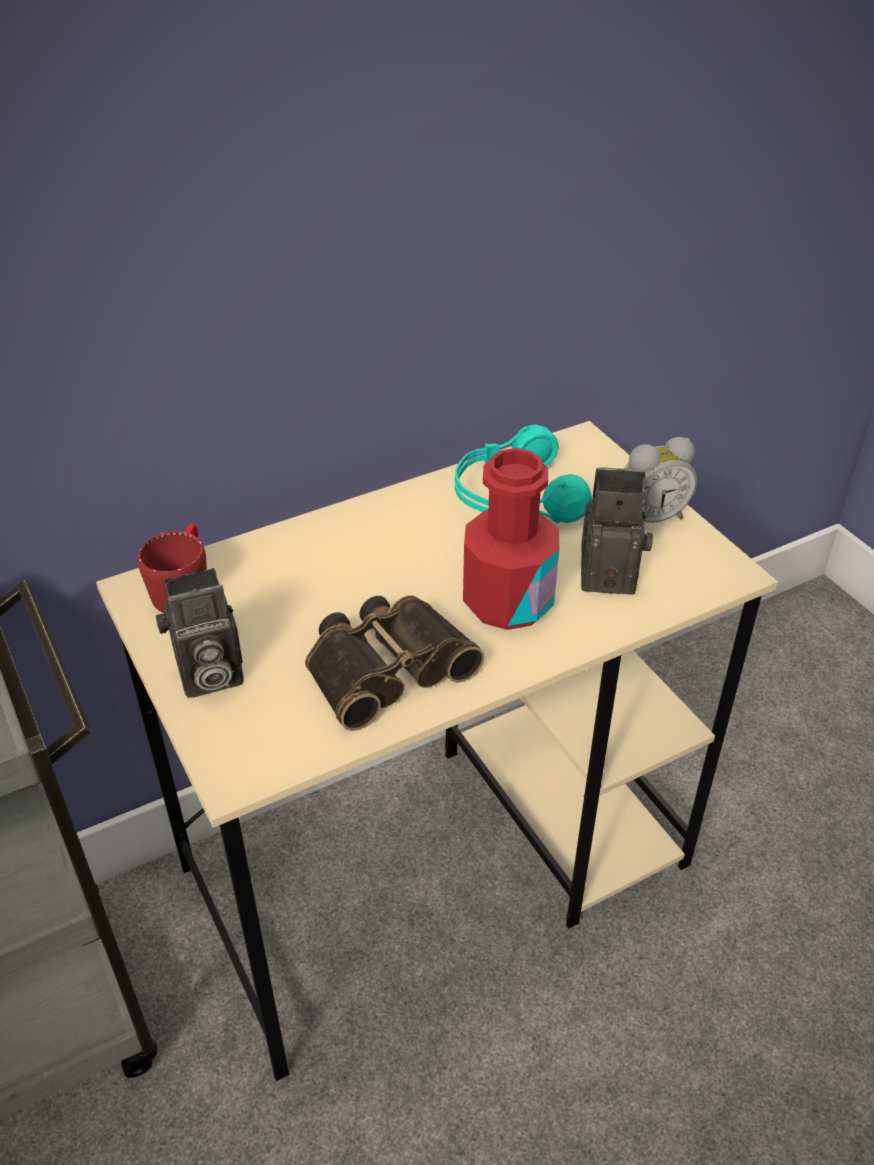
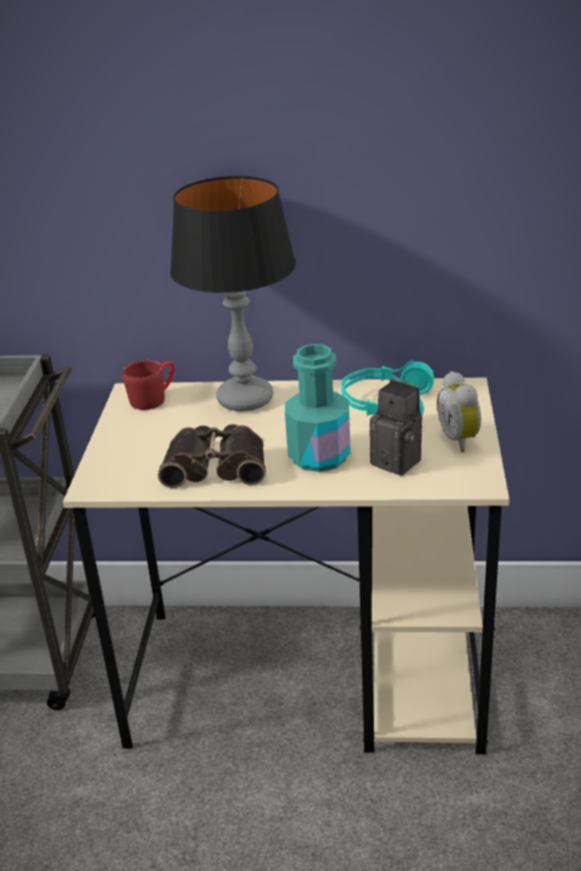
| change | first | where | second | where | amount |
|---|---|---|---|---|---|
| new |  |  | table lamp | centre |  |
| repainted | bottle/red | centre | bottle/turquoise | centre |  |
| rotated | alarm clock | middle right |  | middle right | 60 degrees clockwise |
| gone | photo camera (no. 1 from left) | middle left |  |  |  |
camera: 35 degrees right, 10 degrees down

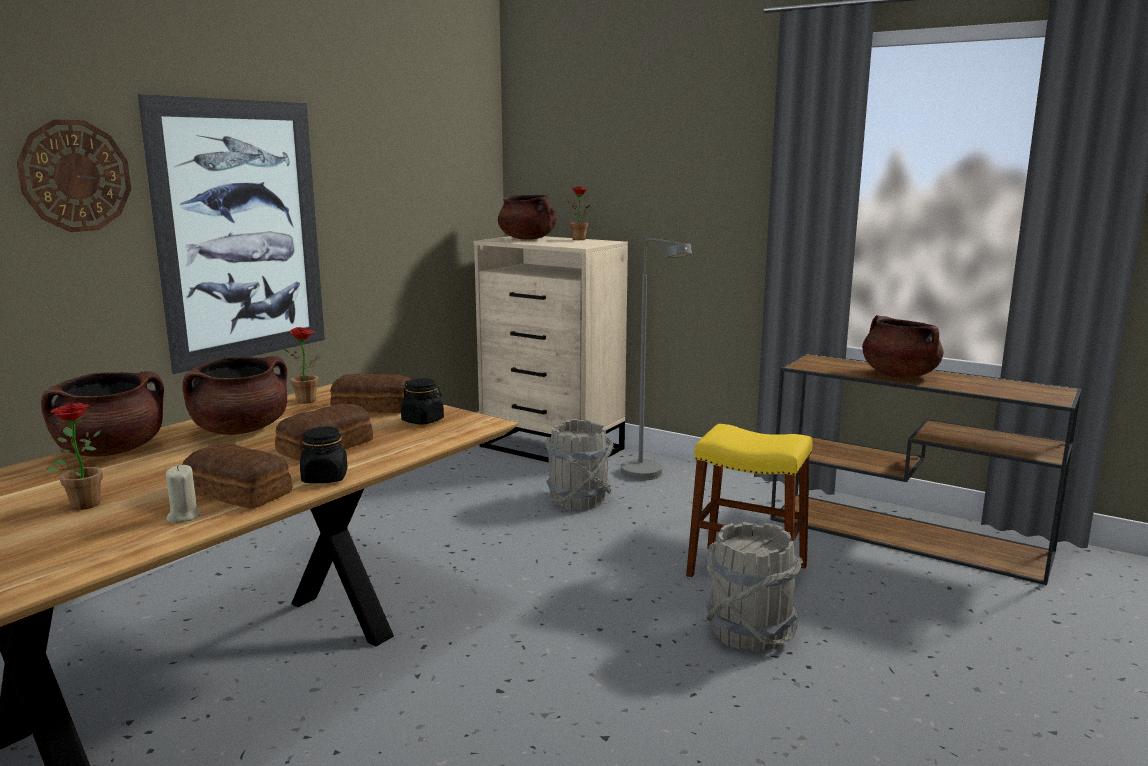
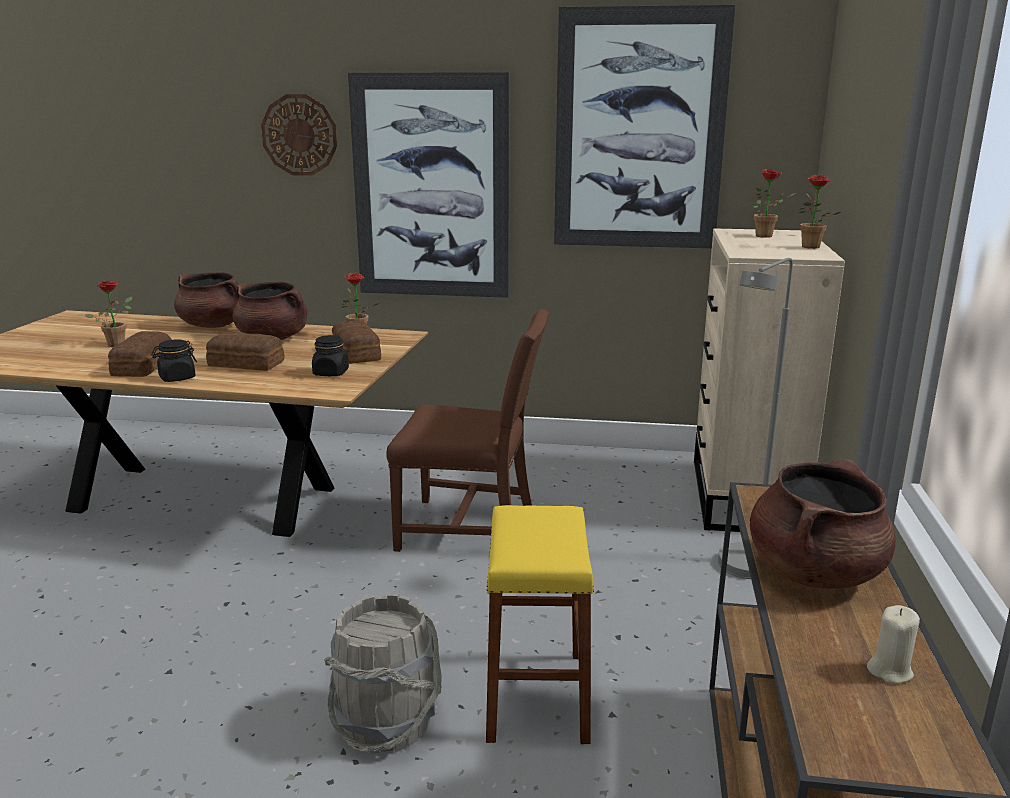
| change | first | where | second | where | amount |
|---|---|---|---|---|---|
| new |  |  | chair/brown | centre |  |
| new |  |  | picture (no. 2 from left) | top centre |  |
| swapped | cooking pot/brown (no. 3 from left) | top centre | potted plant (no. 3 from left) | top right |  |
| shifted | candle/beige | middle left |  | bottom right |  |
| gone | bucket/grey (no. 1 from left) | centre |  |  |  |
camera: 65 degrees right, 5 degrees up

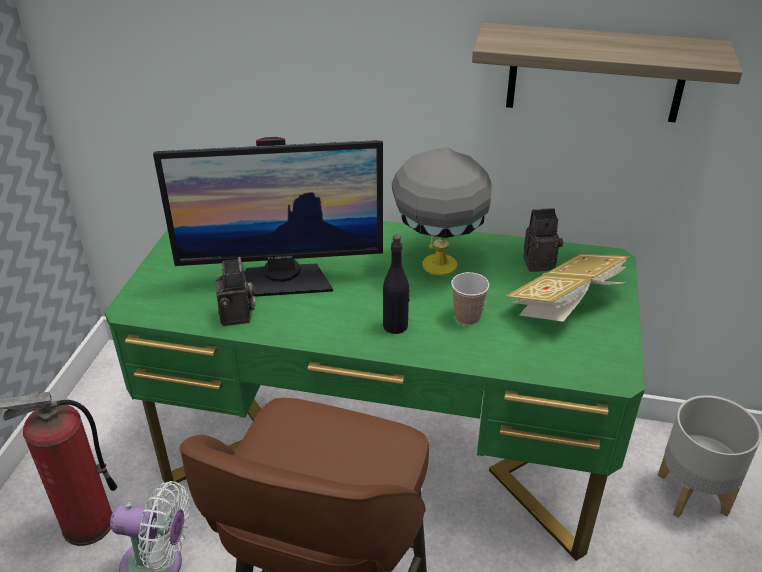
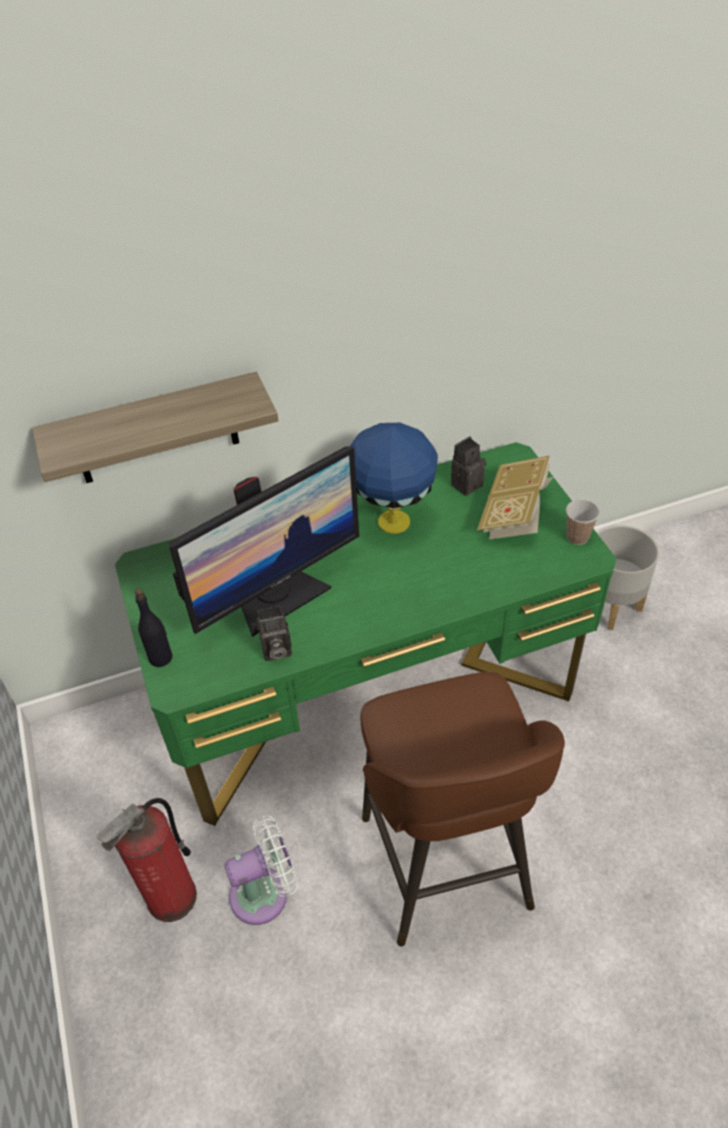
| change | first | where | second | where | amount |
|---|---|---|---|---|---|
| shifted | shelf | top right |  | middle left |  |
| shifted | bottle/black | centre |  | middle left |  |
| rotated | photo camera (no. 1 from left) | middle left |  | centre | 120 degrees clockwise |
| repainted | table lamp/grey | centre | table lamp/blue | centre |  |
| shifted | cup | centre |  | middle right |  |
camera: 30 degrees left, 10 degrees up

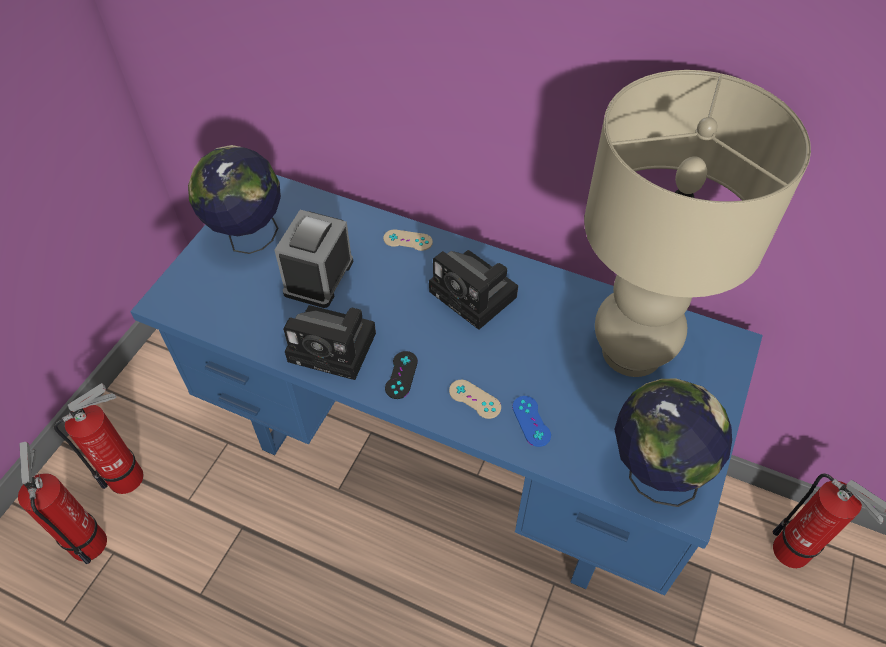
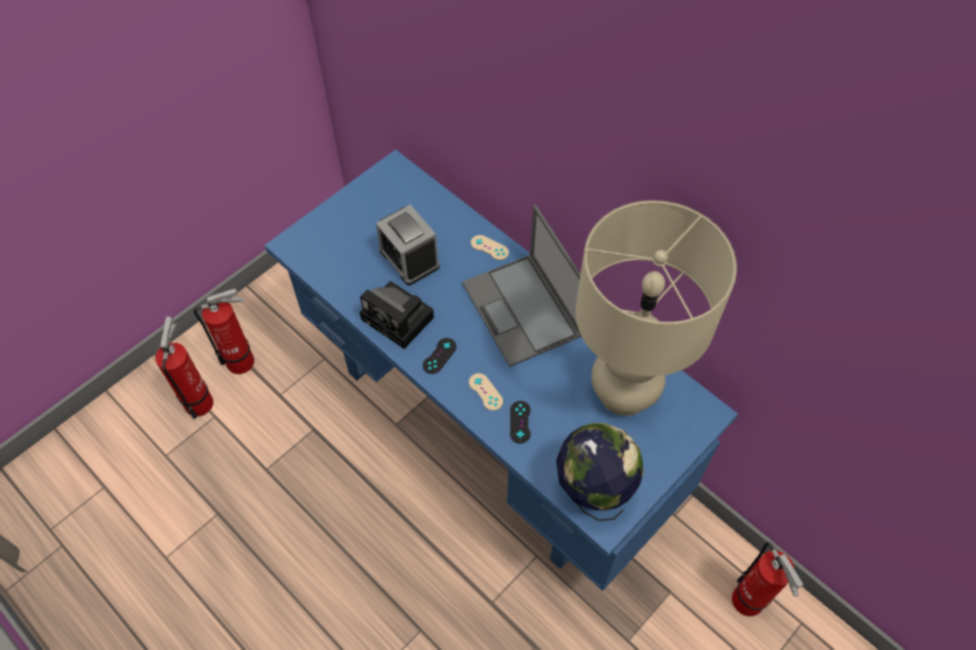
| change | first | where | second | where | amount |
|---|---|---|---|---|---|
| rotated | alarm clock | centre |  | centre | 75 degrees counterclockwise |
| swapped | photo camera (no. 2 from left) | centre | laptop | centre |  |
| repainted | game controller/blue | centre | game controller/black (no. 2 from left) | centre |  |
| gone | globe (no. 1 from left) | top left |  |  |  |
camera: 20 degrees right, 5 degrees up

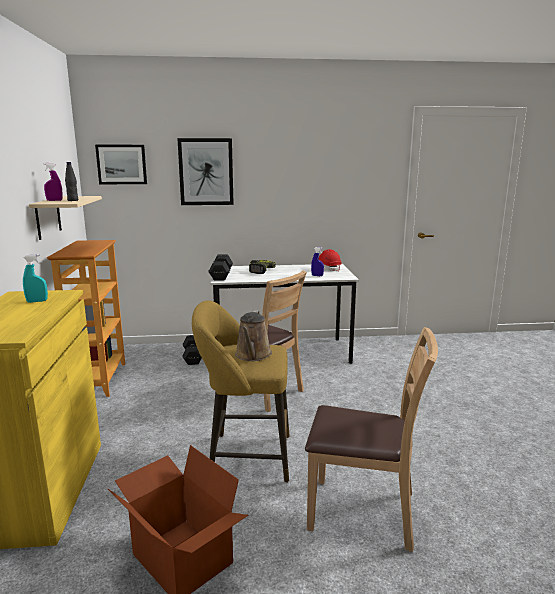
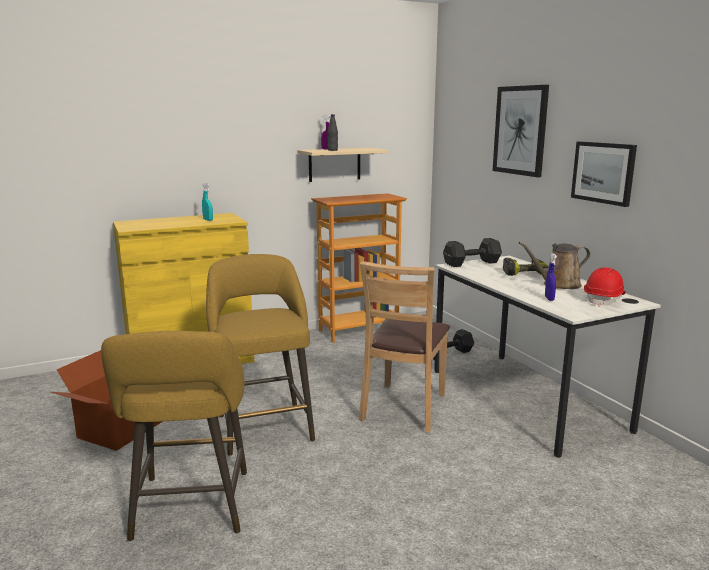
| change | first | where | second | where | amount |
|---|---|---|---|---|---|
| swapped | chair/brown (no. 2 from left) | bottom right | stool/yellow (no. 1 from left) | bottom left |  |
| shifted | watering can/brown | centre |  | middle right |  |
| shifted | picture (no. 1 from left in the first image) | top left | picture (no. 2 from left) | top right |  |
camera: 70 degrees right, 0 degrees up

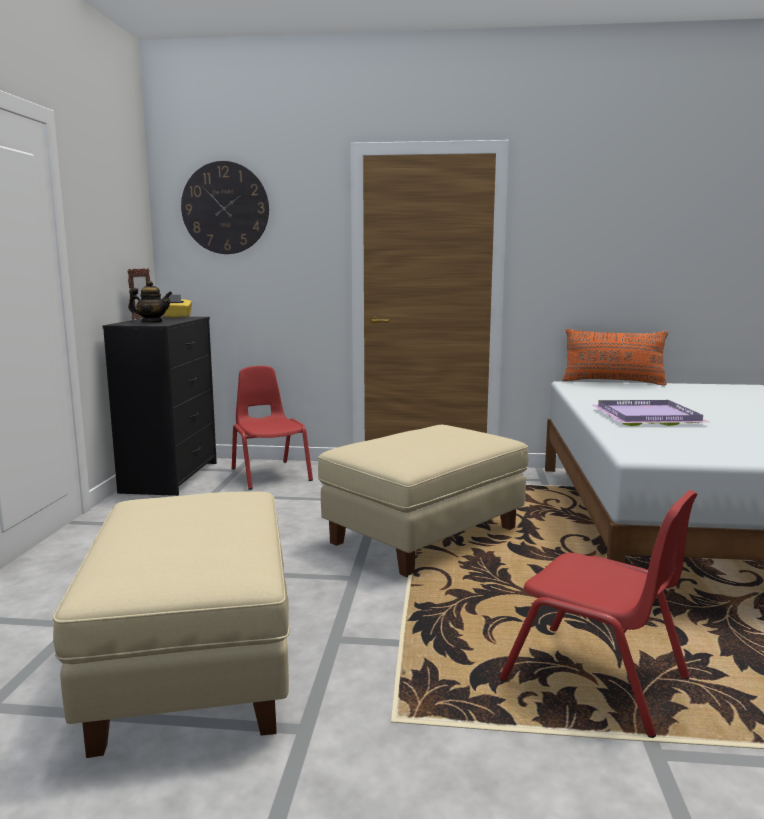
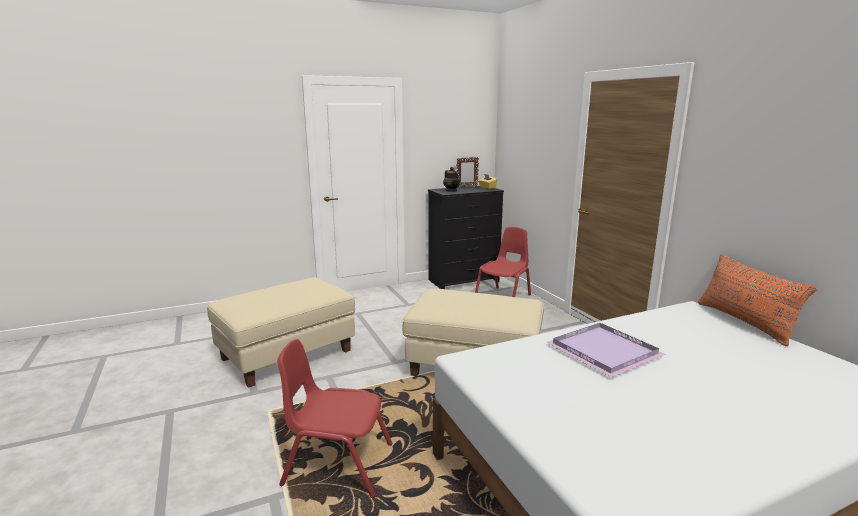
| change | first | where | second | where | amount |
|---|---|---|---|---|---|
| rotated | chair/red (no. 2 from left in the first image) | bottom right | chair/red (no. 1 from left) | bottom centre | 90 degrees clockwise |
| gone | wall clock | top left |  |  |  |
camera: 60 degrees right, 5 degrees up

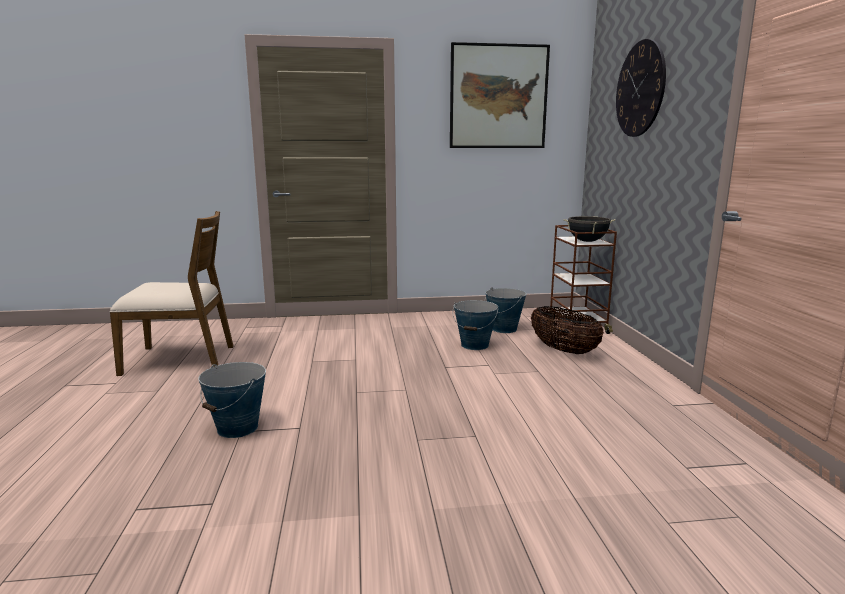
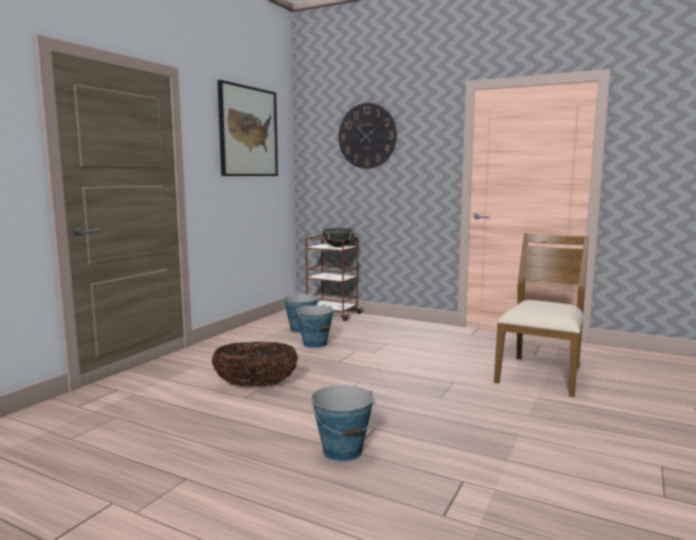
| change | first | where | second | where | amount |
|---|---|---|---|---|---|
| shifted | basket | middle right |  | bottom centre |  |
| shifted | chair/brown | middle left |  | middle right |  |
camera: 55 degrees left, 5 degrees down

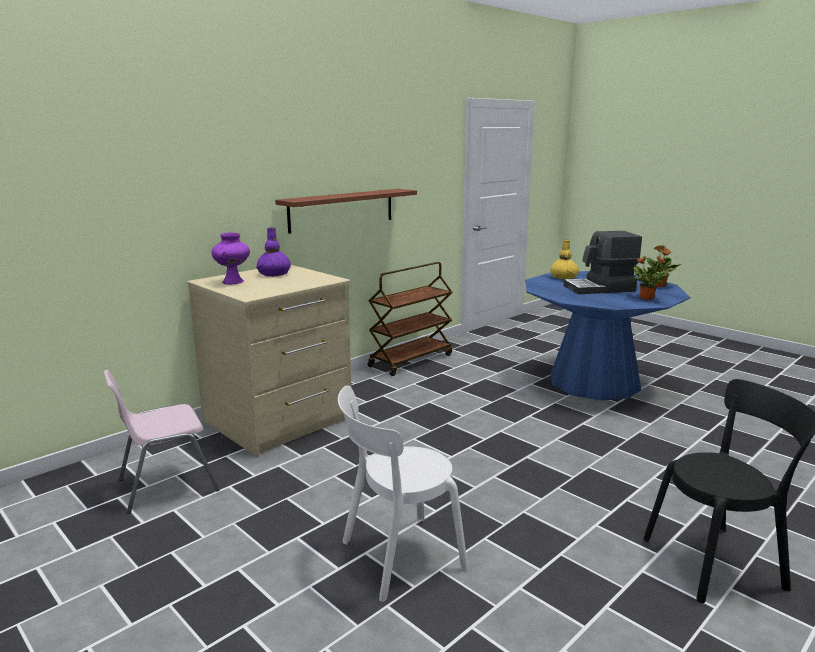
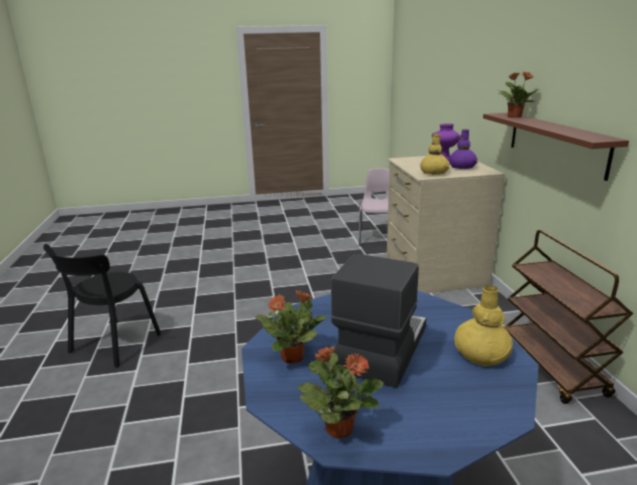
| change | first | where | second | where | amount |
|---|---|---|---|---|---|
| new |  |  | vase/yellow (no. 1 from left) | top right |  |
| new |  |  | potted plant (no. 3 from left) | top right |  |
| gone | chair/white | bottom centre |  |  |  |
camera: 125 degrees right, 5 degrees up

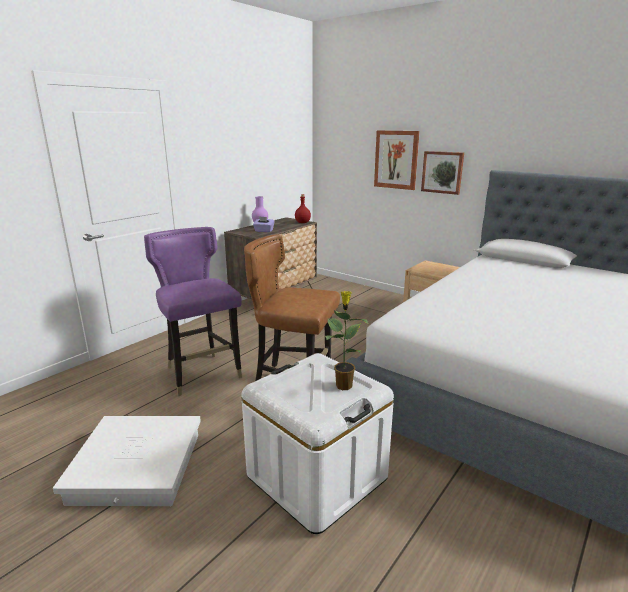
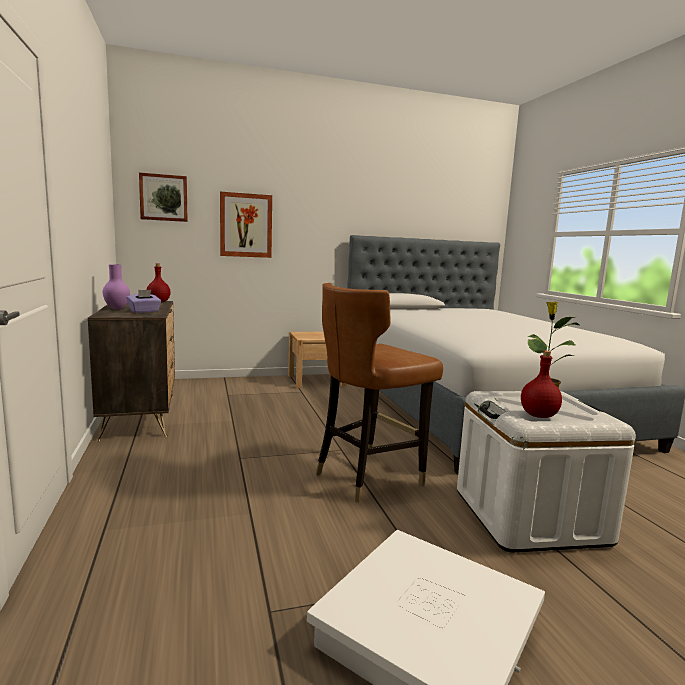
| change | first | where | second | where | amount |
|---|---|---|---|---|---|
| shifted | picture (no. 2 from left in the first image) | top right | picture (no. 1 from left) | top left |  |
| new |  |  | bottle/red (no. 2 from left) | middle right |  |
| gone | chair/purple | middle left |  |  |  |
camera: 55 degrees left, 10 degrees down

